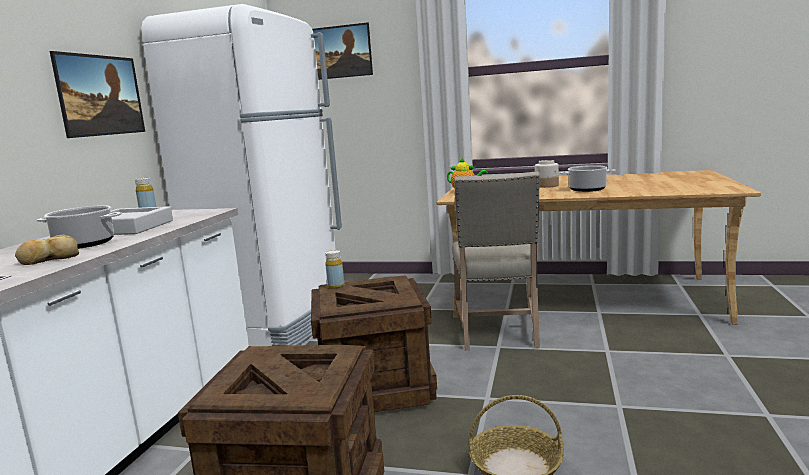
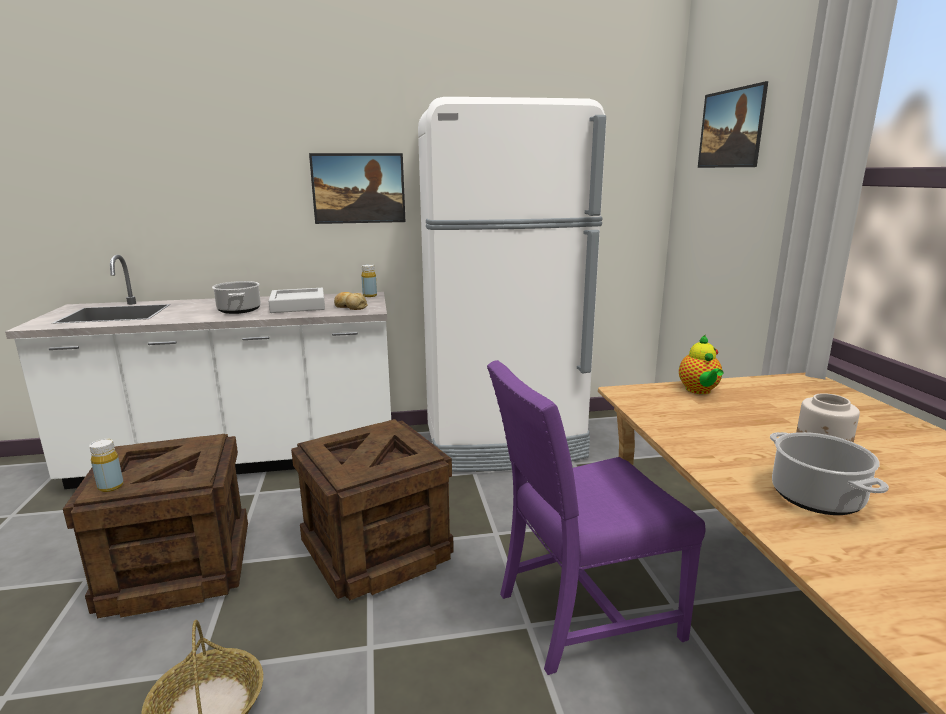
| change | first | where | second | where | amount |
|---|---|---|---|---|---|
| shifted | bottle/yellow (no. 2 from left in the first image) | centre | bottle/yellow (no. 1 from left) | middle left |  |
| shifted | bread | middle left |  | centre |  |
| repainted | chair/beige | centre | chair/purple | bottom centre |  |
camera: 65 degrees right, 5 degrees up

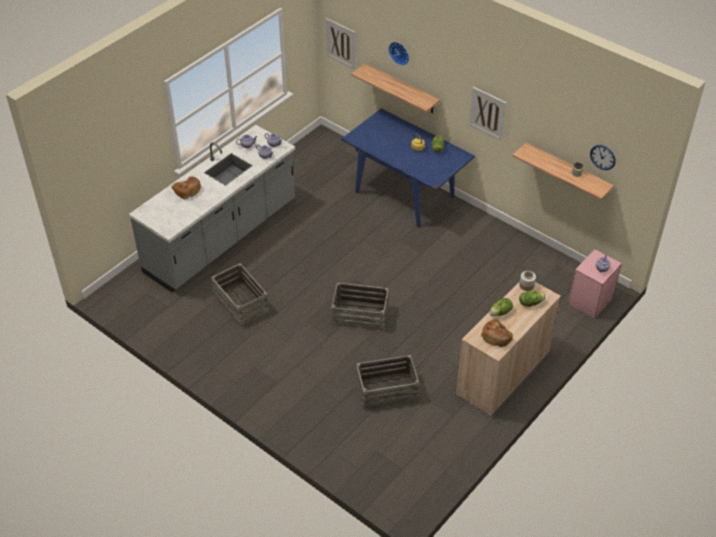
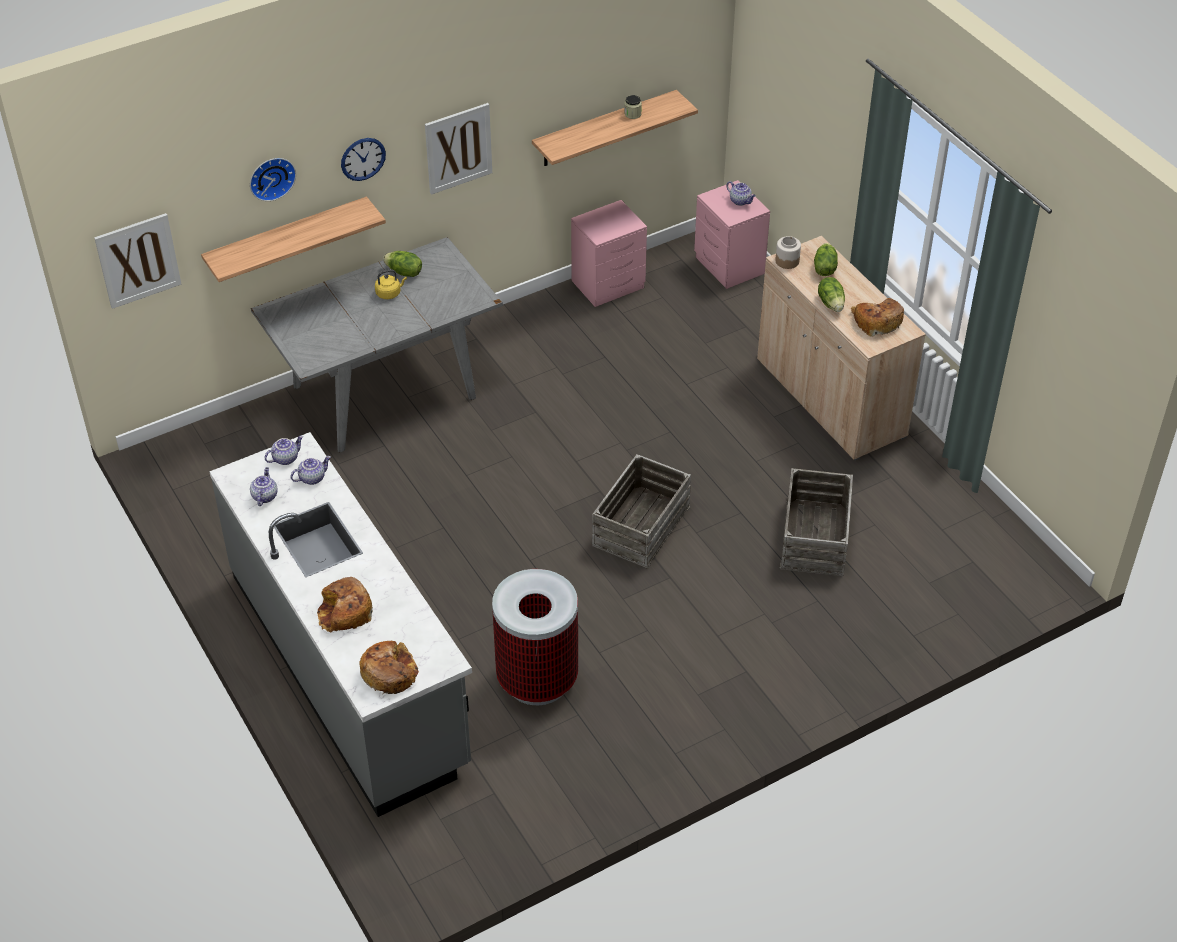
| change | first | where | second | where | amount |
|---|---|---|---|---|---|
| repainted | dining table/blue | top centre | dining table/grey | middle left |  |
| shifted | wall clock (no. 2 from left) | top right |  | top left |  |
| new |  |  | bread (no. 2 from left) | bottom left |  |
| swapped | crate (no. 1 from left) | centre | trash can | bottom centre |  |
| new |  |  | nightstand/pink (no. 1 from left) | top centre |  |
camera: 70 degrees left, 0 degrees up

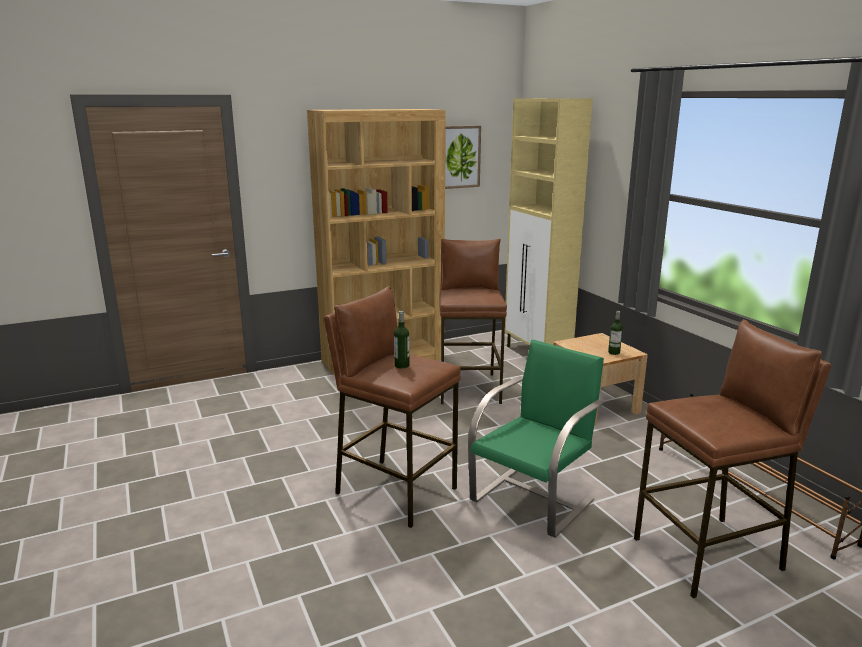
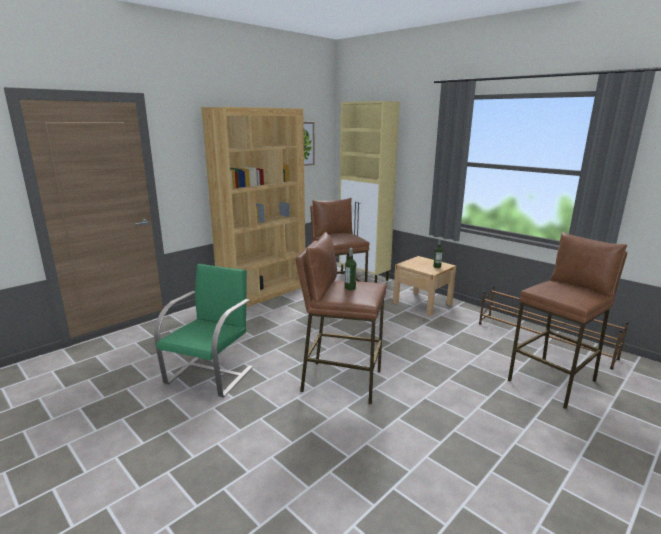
| change | first | where | second | where | amount |
|---|---|---|---|---|---|
| shifted | chair/green | bottom centre |  | middle left |  |
camera: 20 degrees left, 0 degrees up

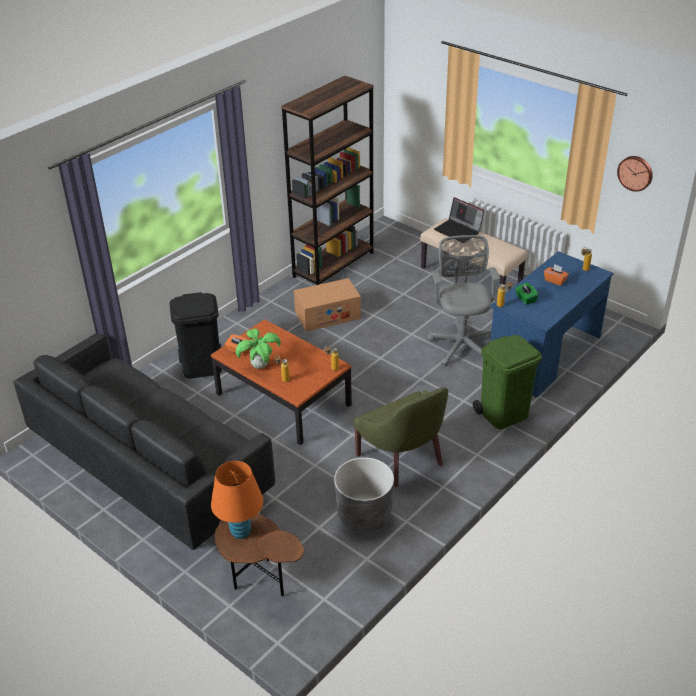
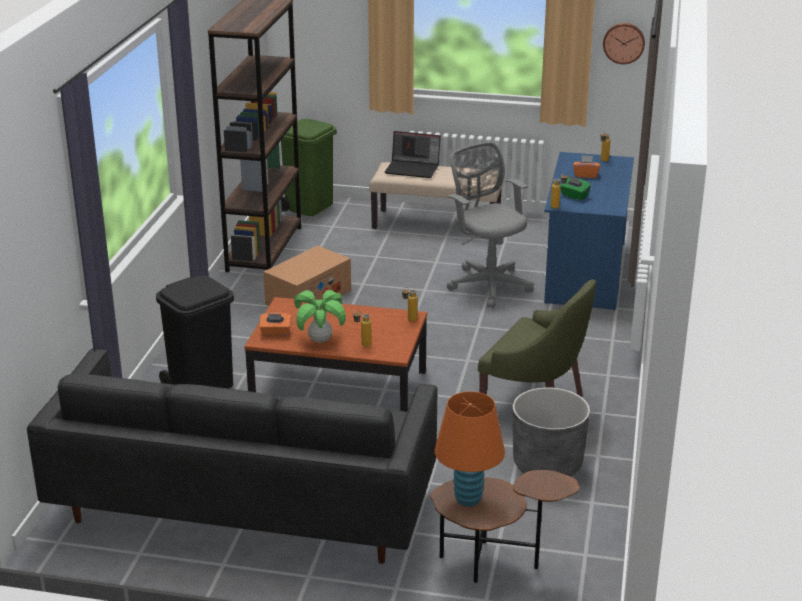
| change | first | where | second | where | amount |
|---|---|---|---|---|---|
| shifted | trash can/green | middle right |  | top centre |  |
camera: 30 degrees left, 10 degrees down

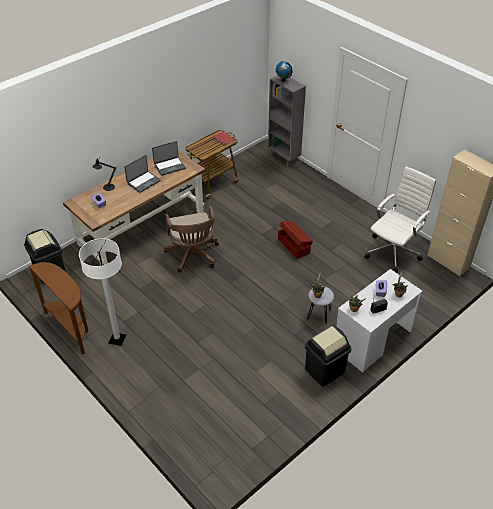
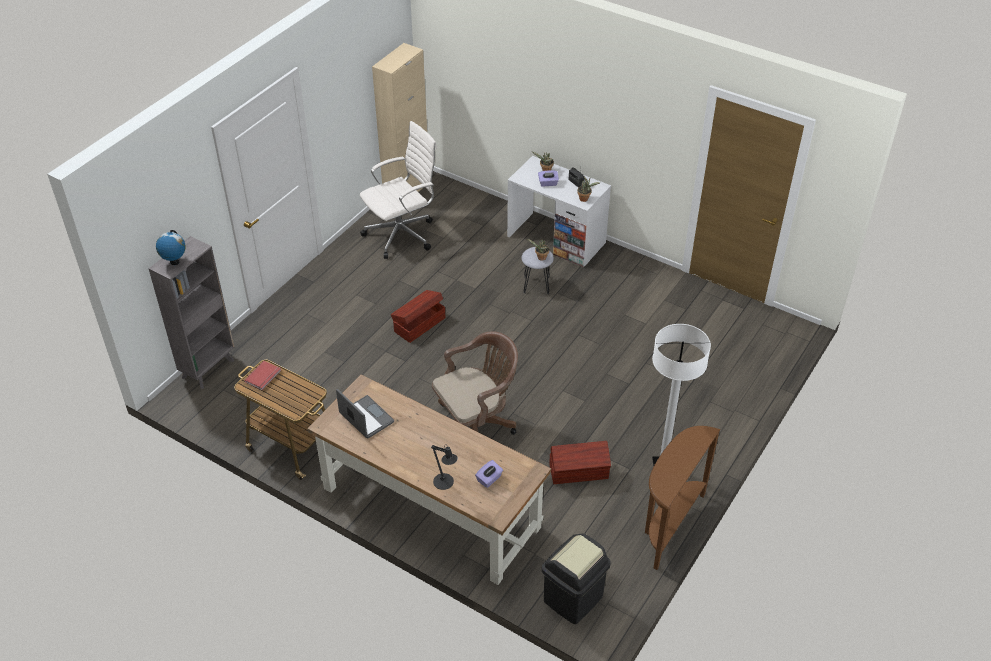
| change | first | where | second | where | amount |
|---|---|---|---|---|---|
| rotated | office chair/white | middle right |  | top centre | 120 degrees clockwise |
| new |  |  | storage box/brown (no. 2 from left) | bottom centre |  |
| gone | laptop (no. 1 from left) | middle left |  |  |  |
| gone | trash can/black (no. 2 from left) | bottom centre |  |  |  |
camera: 105 degrees left, 0 degrees up

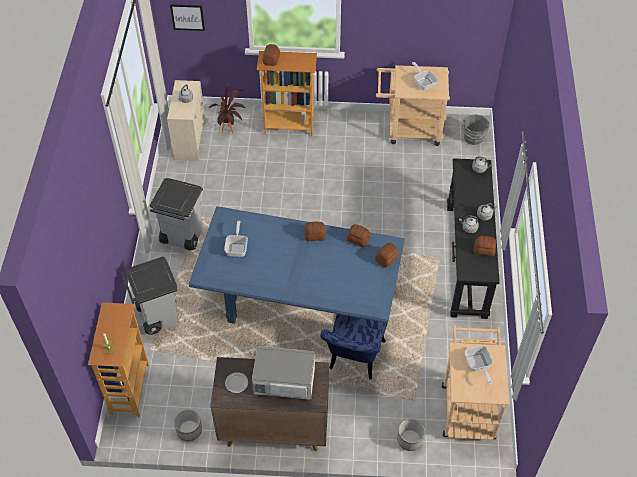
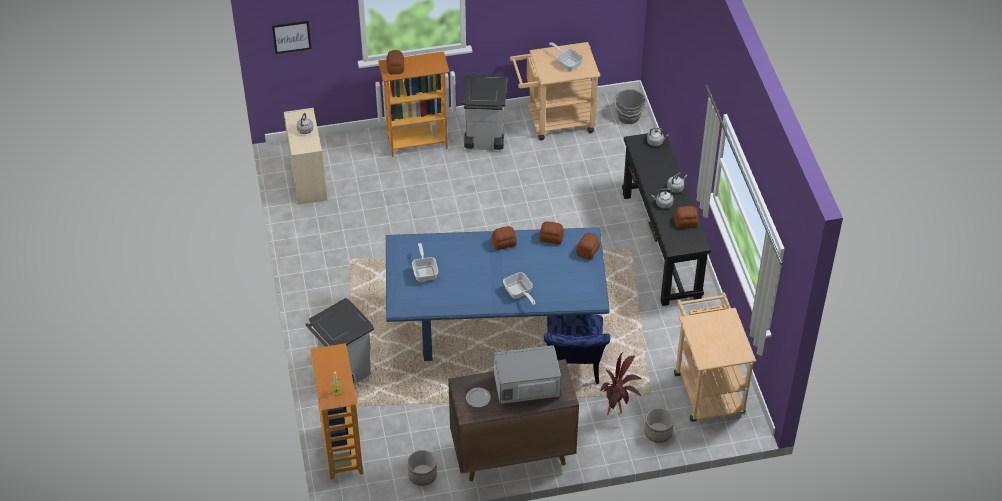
| change | first | where | second | where | amount |
|---|---|---|---|---|---|
| shifted | trash can/grey (no. 2 from left) | middle left |  | top centre |  |
| shifted | frying pan (no. 3 from left in the first image) | bottom right | frying pan (no. 2 from left) | centre |  |
| shifted | potted plant | top centre |  | bottom centre |  |
camera: 15 degrees left, 5 degrees down

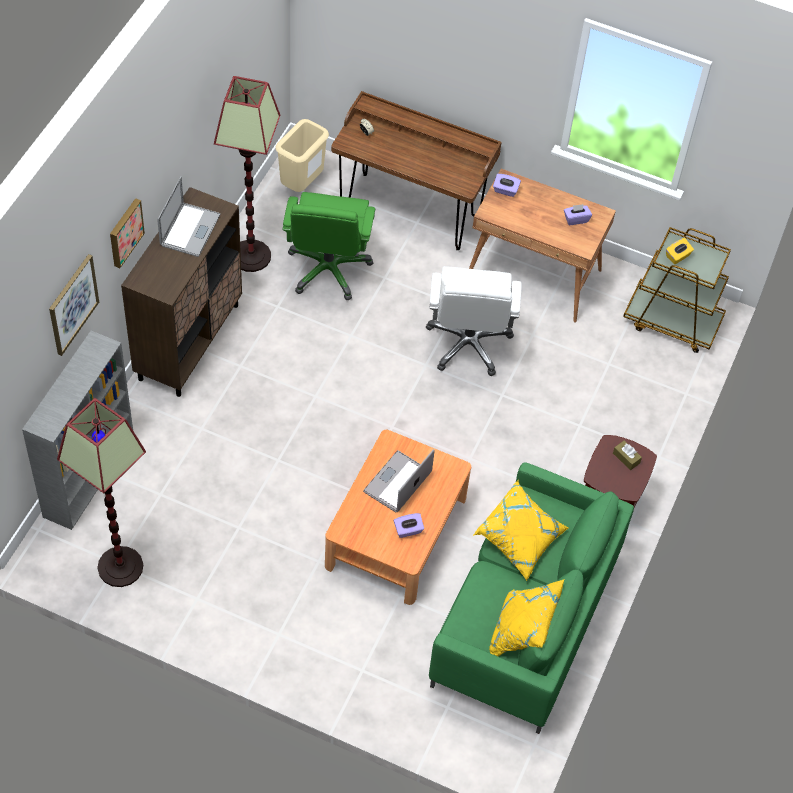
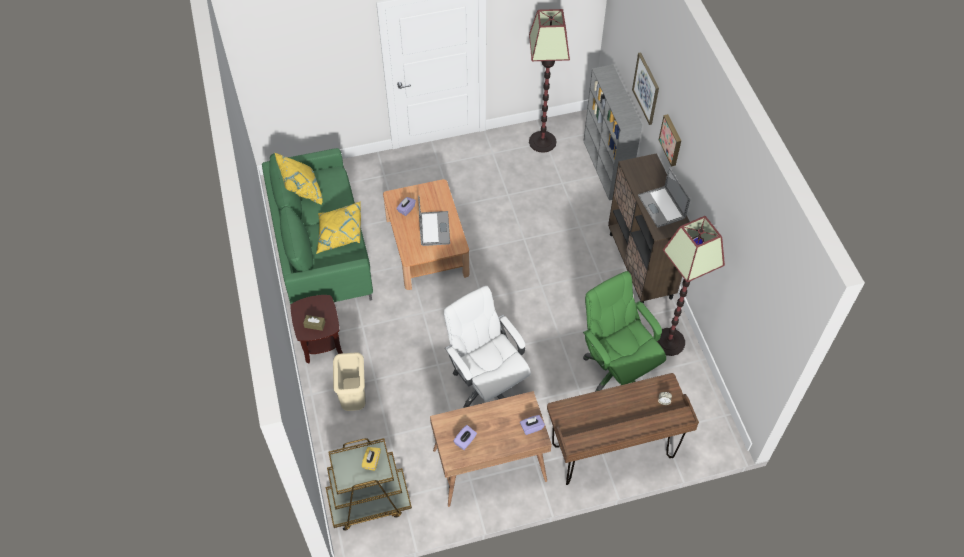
| change | first | where | second | where | amount |
|---|---|---|---|---|---|
| shifted | trash can/beige | top centre |  | bottom centre |  |
camera: 145 degrees right, 0 degrees up

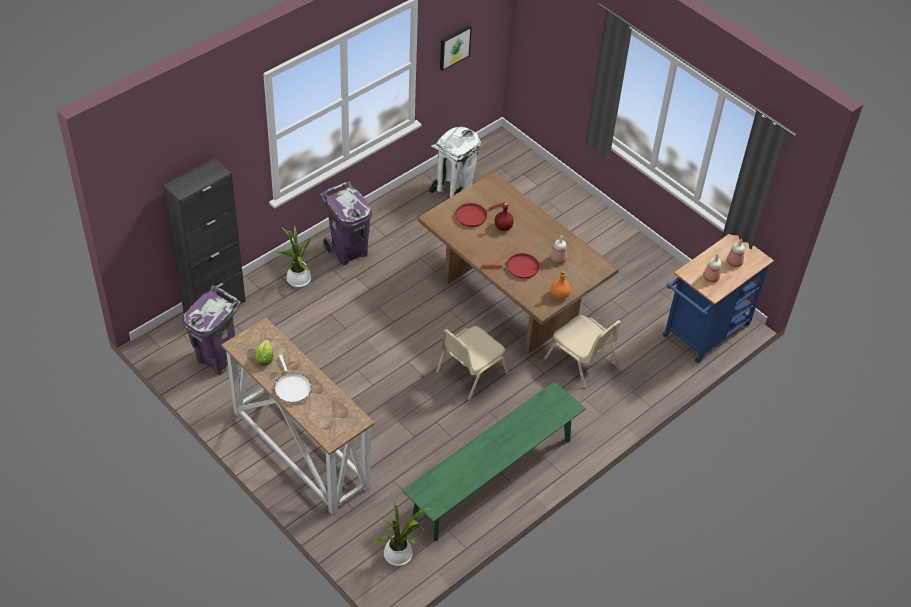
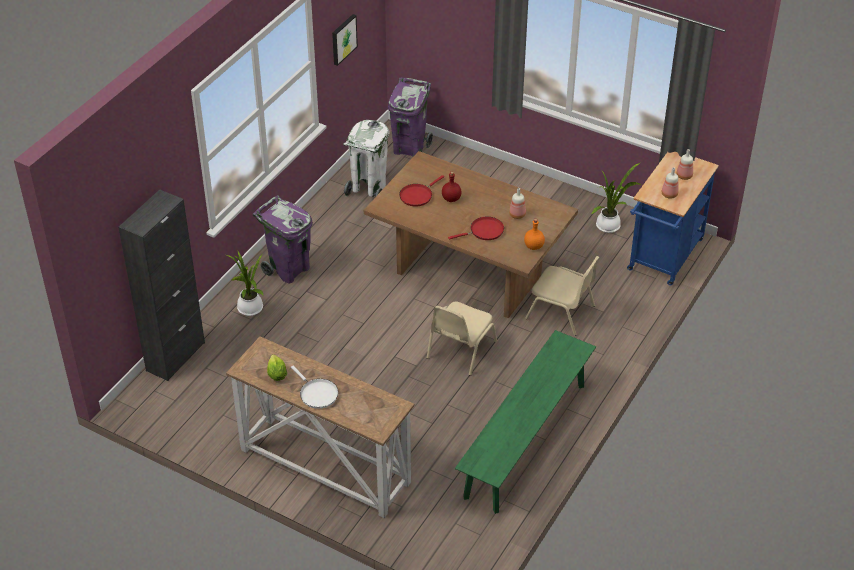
| change | first | where | second | where | amount |
|---|---|---|---|---|---|
| shifted | trash can/purple (no. 1 from left in the first image) | middle left | trash can/purple (no. 2 from left) | top centre |  |
| shifted | potted plant (no. 2 from left) | bottom centre |  | middle right |  |
camera: 15 degrees left, 5 degrees down

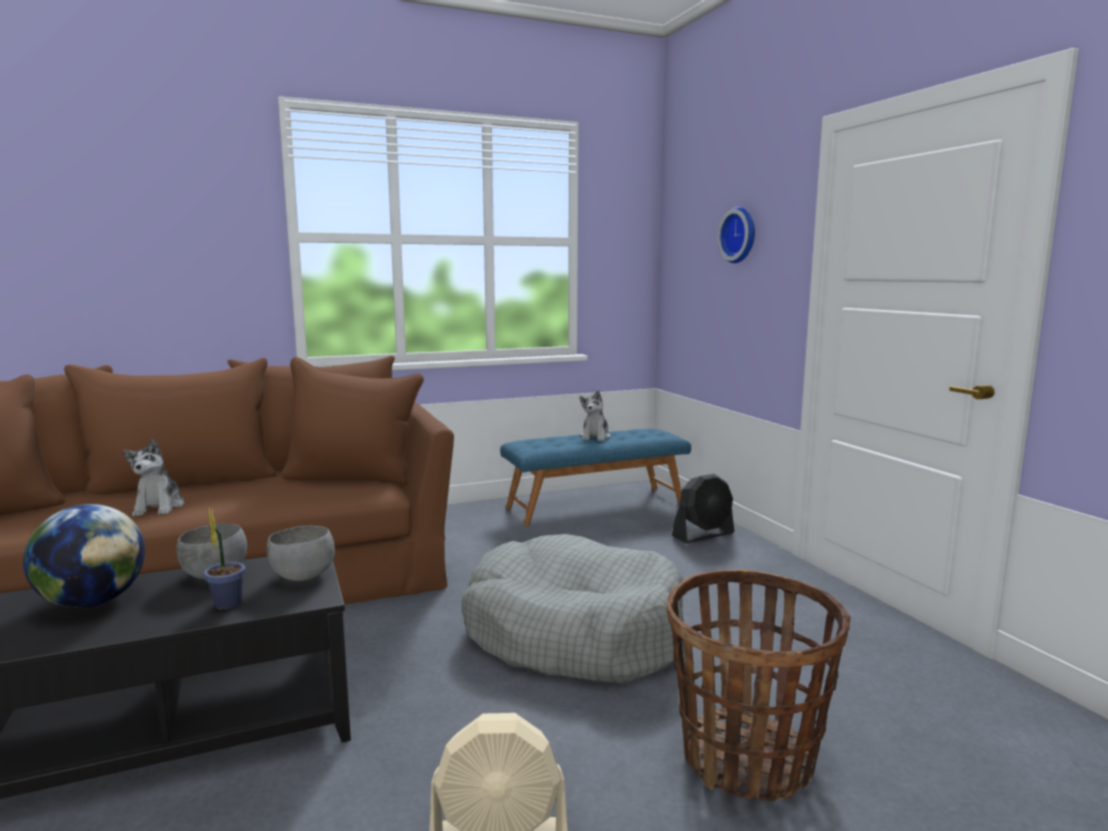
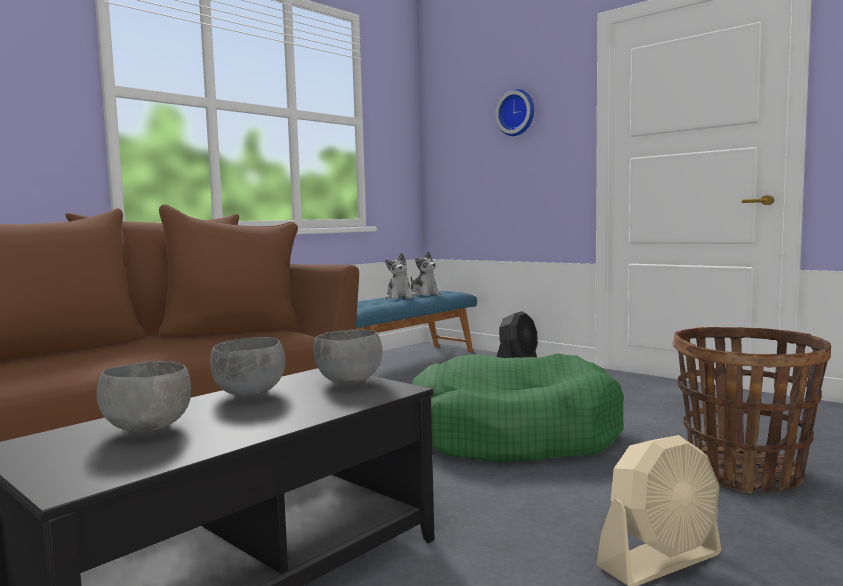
| change | first | where | second | where | amount |
|---|---|---|---|---|---|
| swapped | globe | bottom left | bowl/grey (no. 1 from left) | bottom left |  |
| shifted | plush toy (no. 1 from left in the first image) | middle left | plush toy (no. 2 from left) | centre |  |
| repainted | dog bed/grey | bottom centre | dog bed/green | bottom centre |  |
| gone | potted plant | bottom left |  |  |  |
camera: 25 degrees left, 5 degrees down

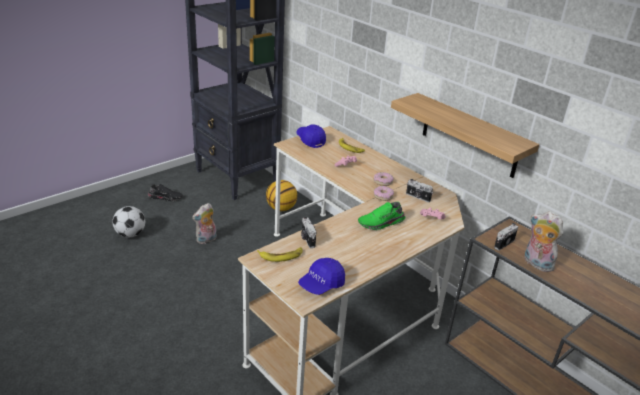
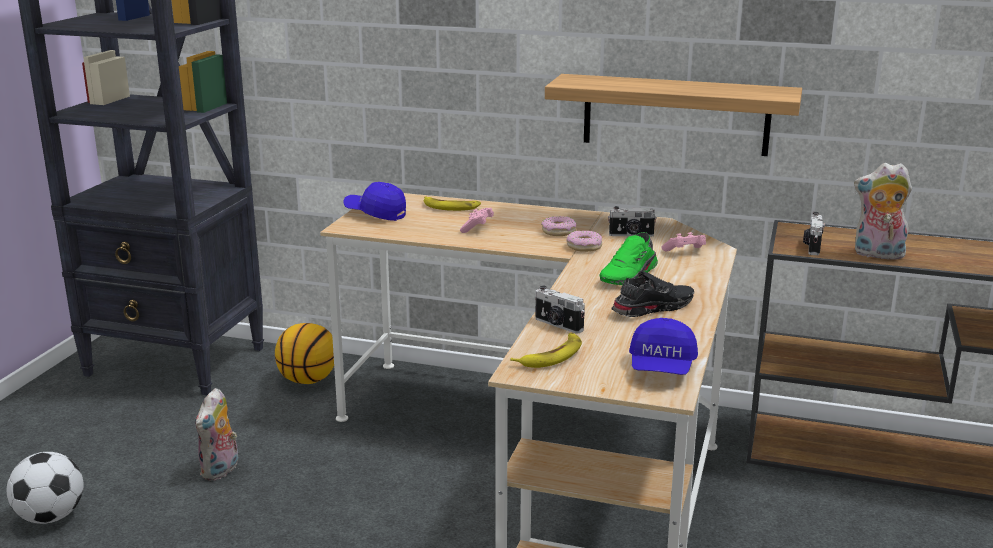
| change | first | where | second | where | amount |
|---|---|---|---|---|---|
| shifted | shoe/black | middle left |  | centre |  |
camera: 30 degrees left, 10 degrees down

